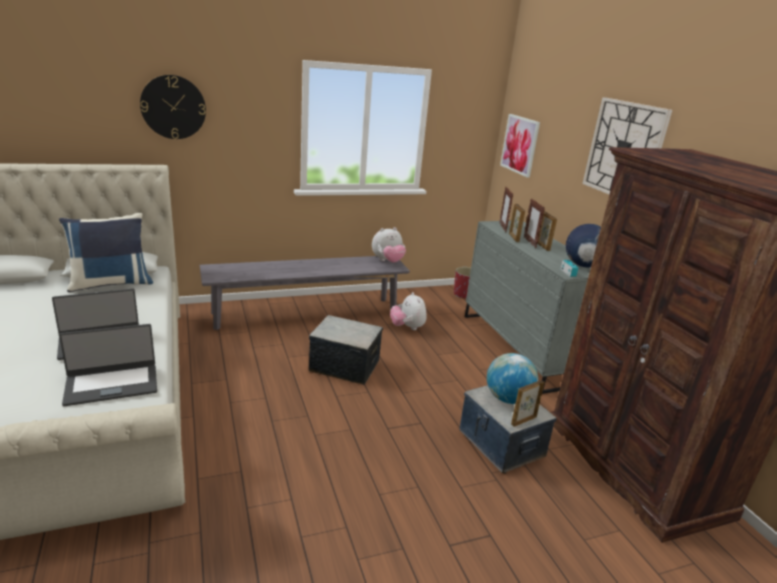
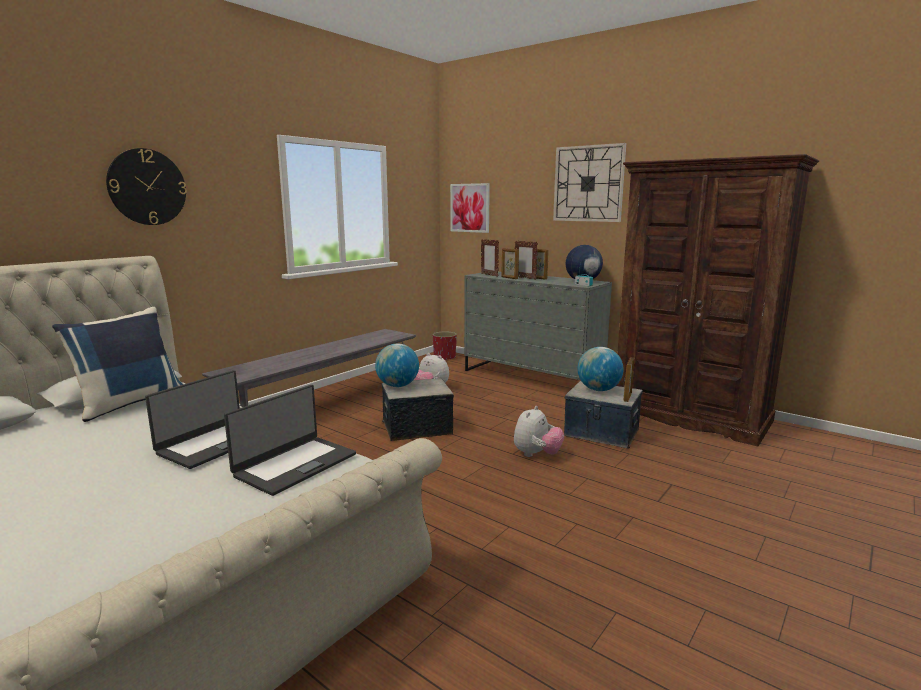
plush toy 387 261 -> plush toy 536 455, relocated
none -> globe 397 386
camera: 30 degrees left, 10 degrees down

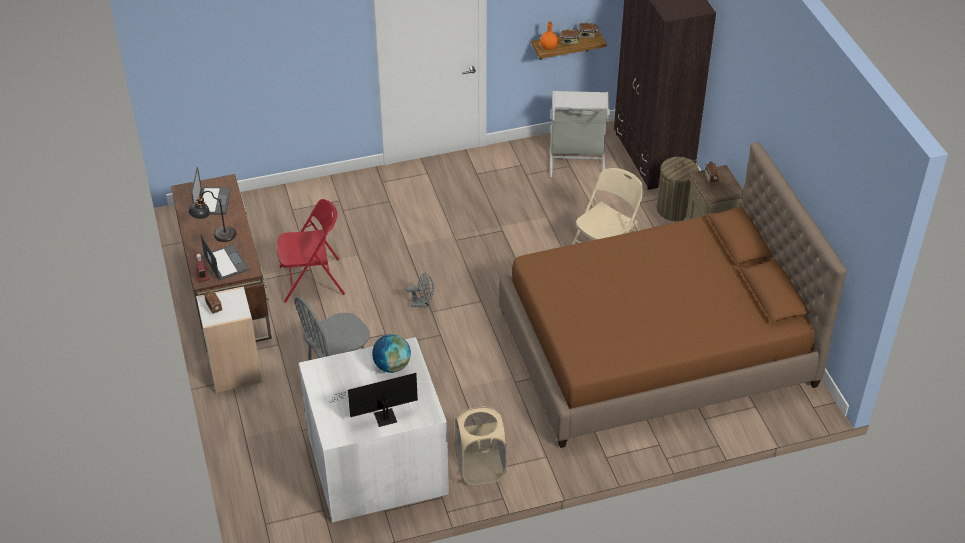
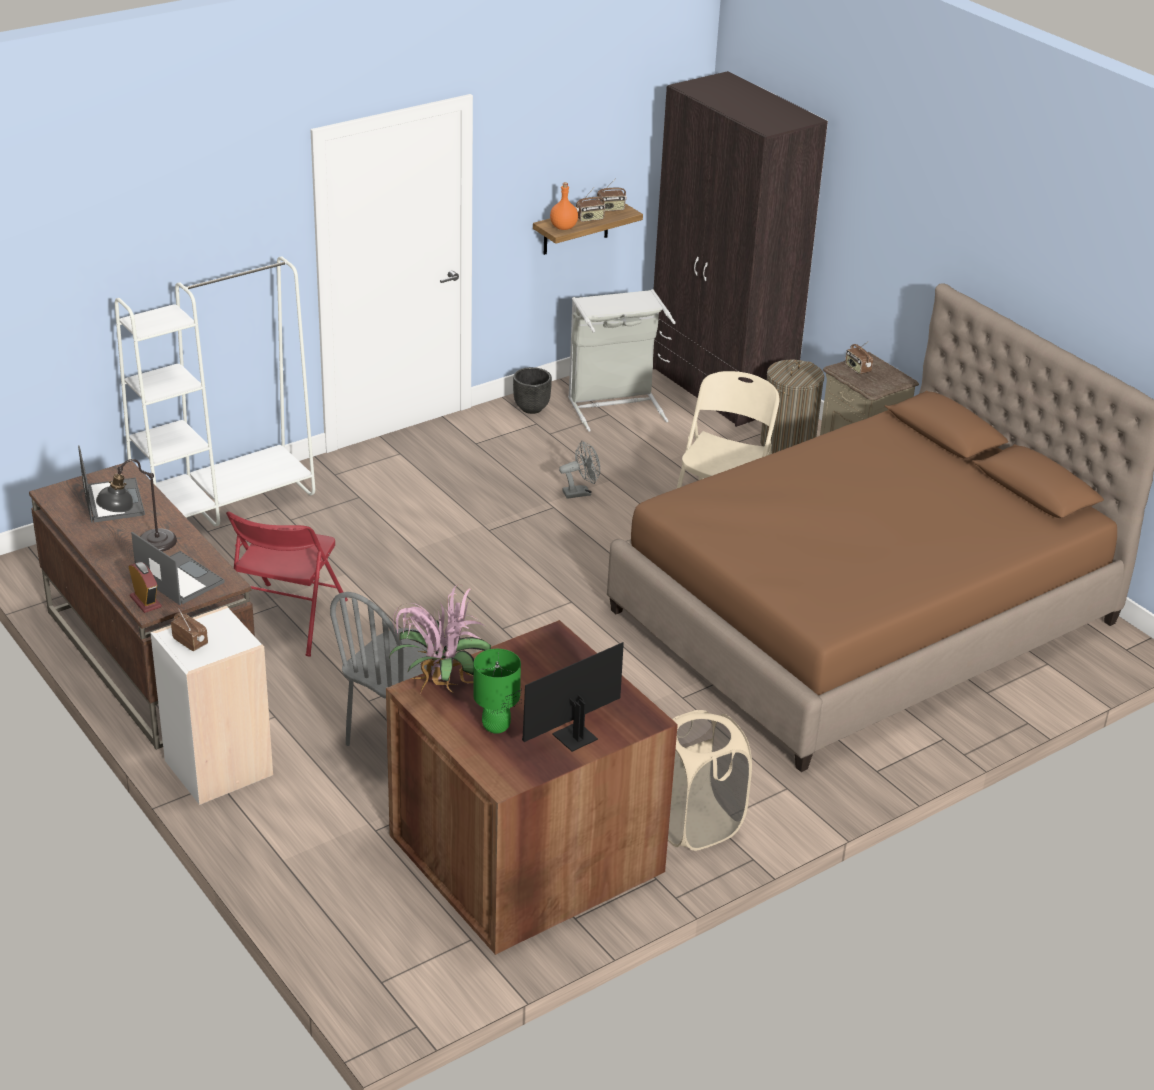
chair (red) 312 280 -> chair (red) 287 619, 135 degrees clockwise
fan (grey) 423 303 -> fan (grey) 581 492, relocated
globe 392 366 -> none
dresser (white) 376 462 -> dresser (brown) 524 852
none -> clothes rack (white) 226 508
none -> planter (black) 531 408
none -> potted plant 439 685
none -> table lamp (green) 496 728
camera: 20 degrees left, 10 degrees down

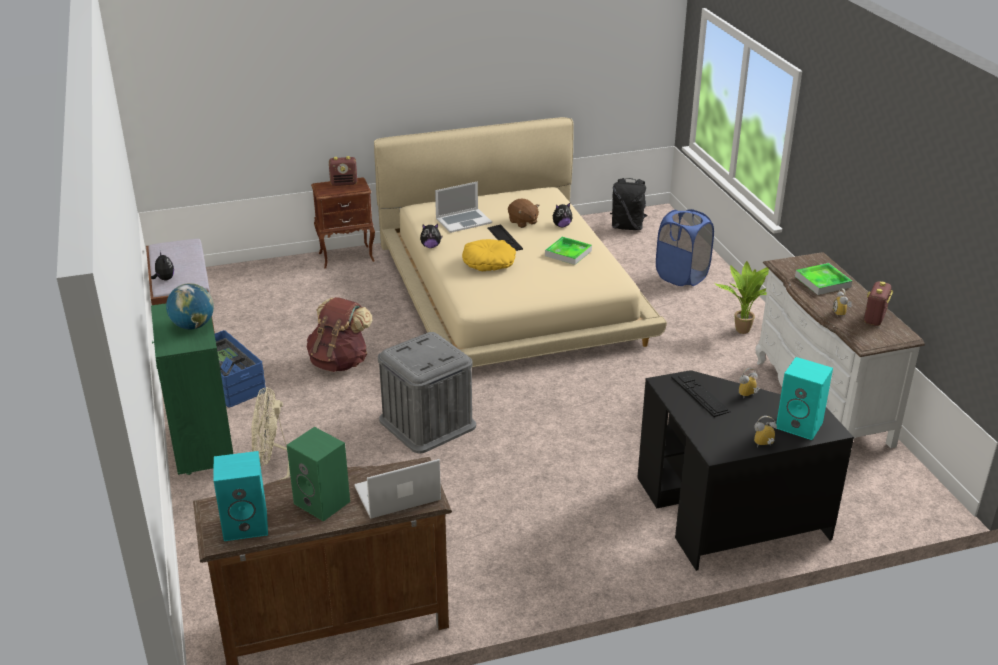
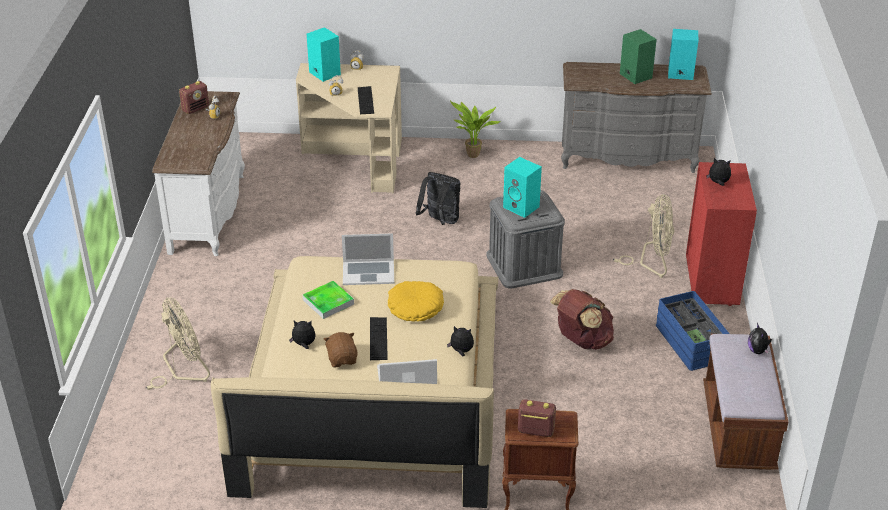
backpack (black) 627 227 -> backpack (black) 440 221, relocated
laundry basket (blue) 682 276 -> fan (beige) 180 366
potted plant 742 329 -> potted plant 472 156, relocated
tray 822 282 -> none
globe 193 326 -> plush toy 718 183
cabinet (green) 203 446 -> cabinet (red) 711 285
desk (black) 727 517 -> desk (beige) 356 160
laptop 397 493 -> laptop 368 272, relocated
none -> speaker (turquoise) 522 207
camera: 160 degrees left, 5 degrees up

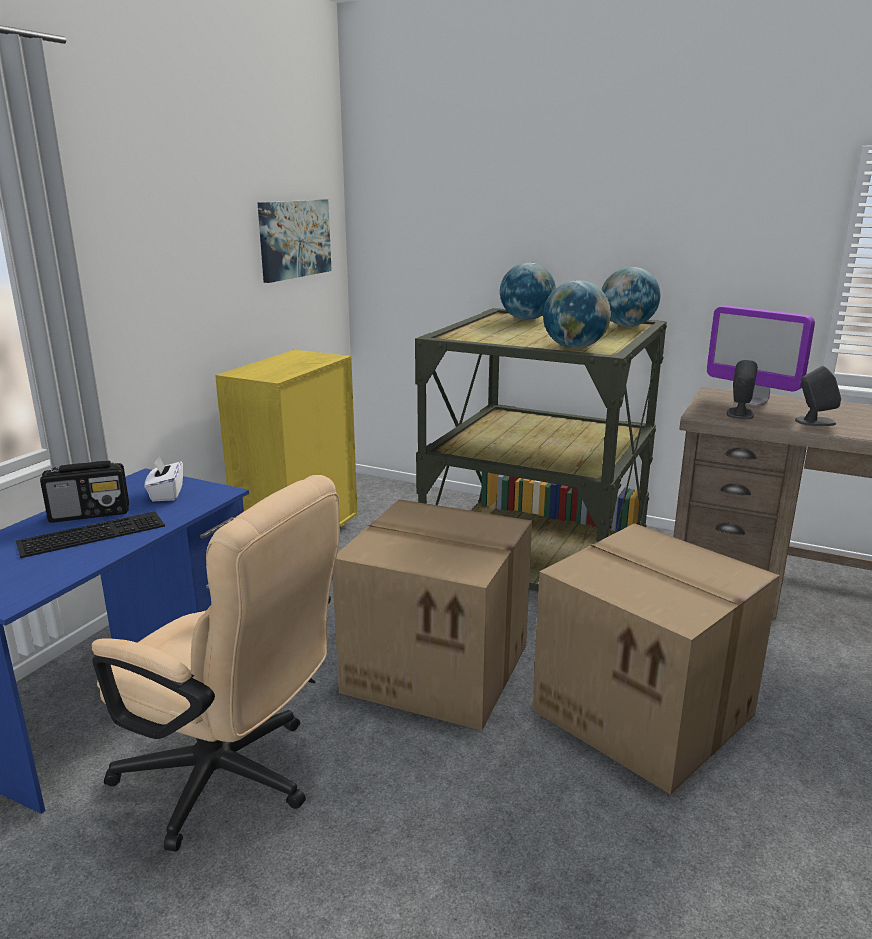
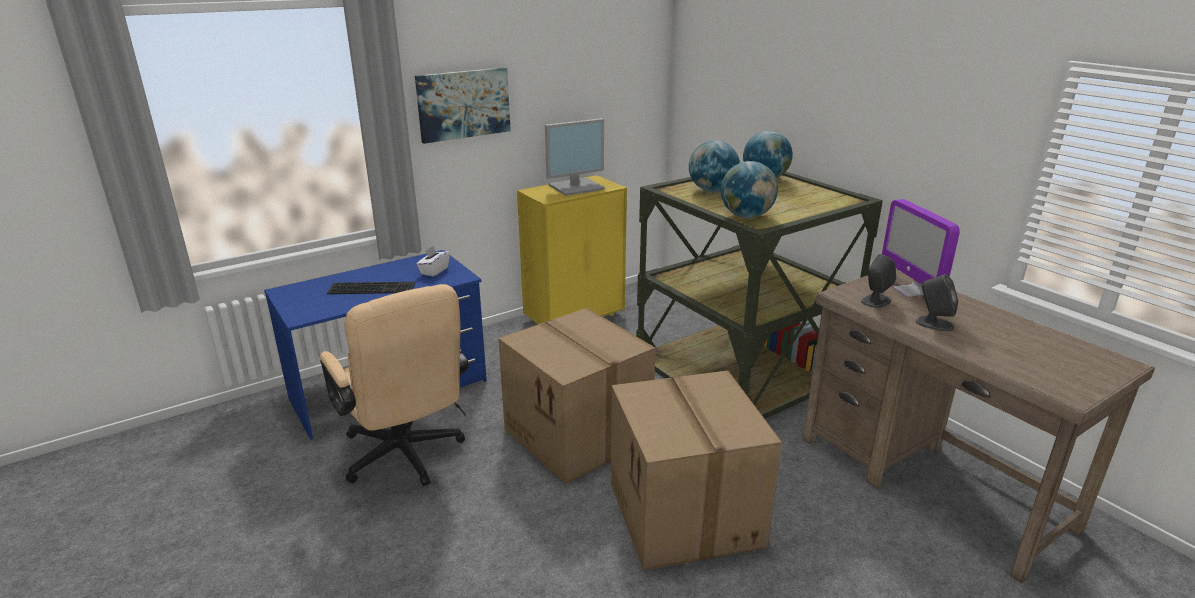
picture 294 239 -> picture 463 104, relocated
globe 627 326 -> globe 712 190, relocated
radio 90 514 -> none
none -> monitor 577 187
camera: 30 degrees right, 5 degrees up

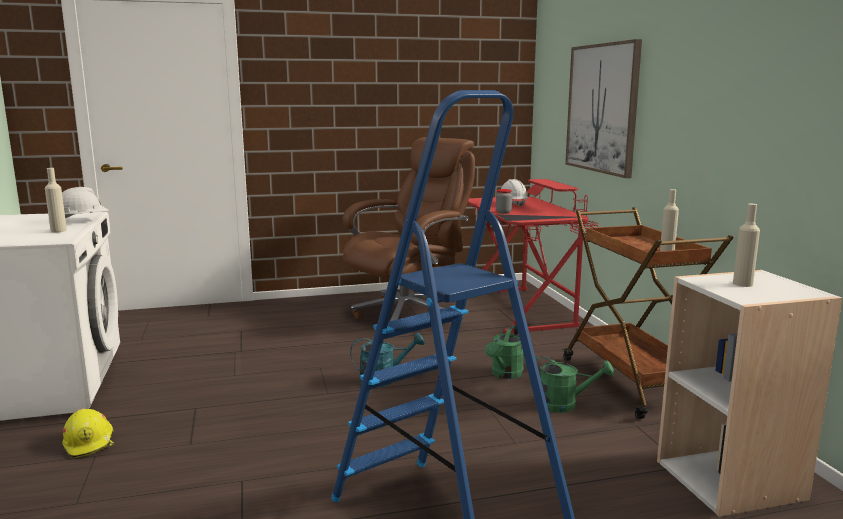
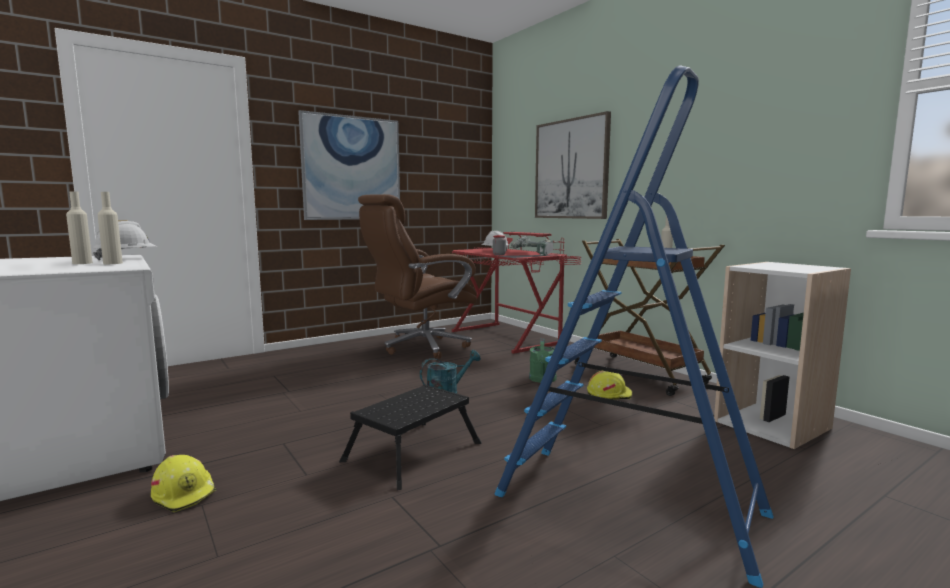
office chair (brown) 408 314 -> office chair (brown) 421 348, 150 degrees counterclockwise
bottle (beige) 742 284 -> bottle (beige) 82 263, relocated
watering can (green) 564 405 -> hard hat (yellow) 609 394
none -> picture 352 168
none -> power drill 531 254
none -> step ladder (black) 413 451
camera: 20 degrees left, 5 degrees down

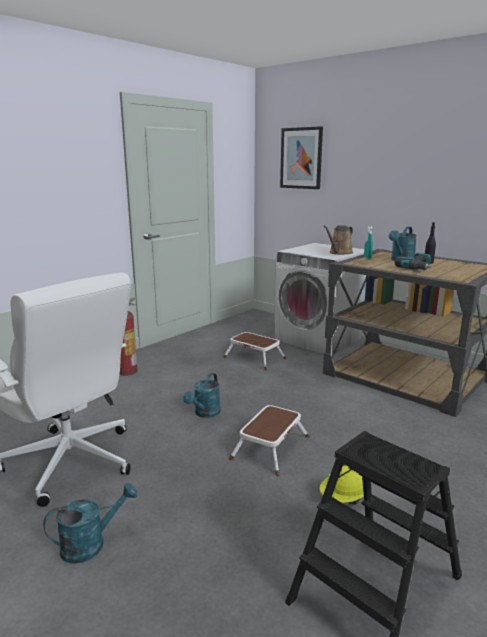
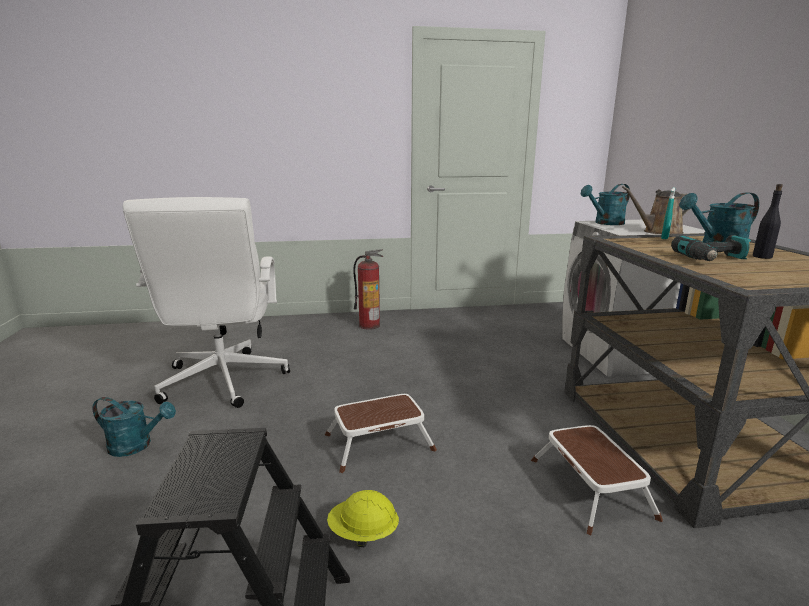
picture 301 158 -> none
step ladder (brown) 254 358 -> step ladder (brown) 590 488, relocated
watering can (turquoise) 205 413 -> watering can (turquoise) 605 223, relocated
camera: 40 degrees right, 0 degrees up

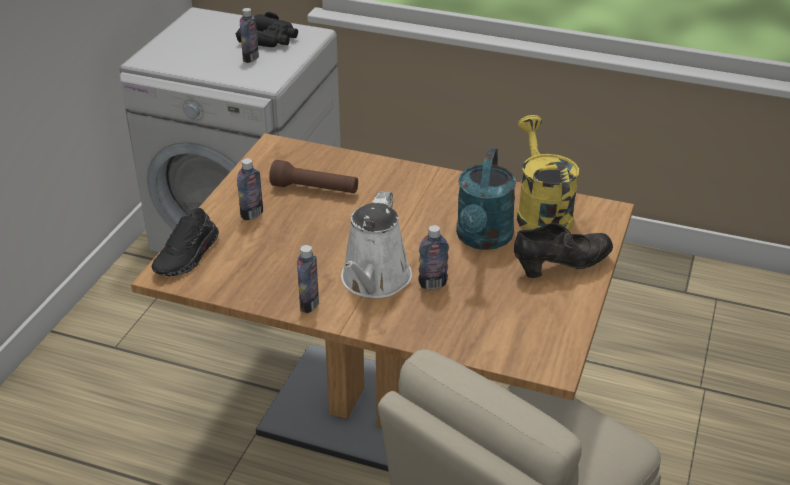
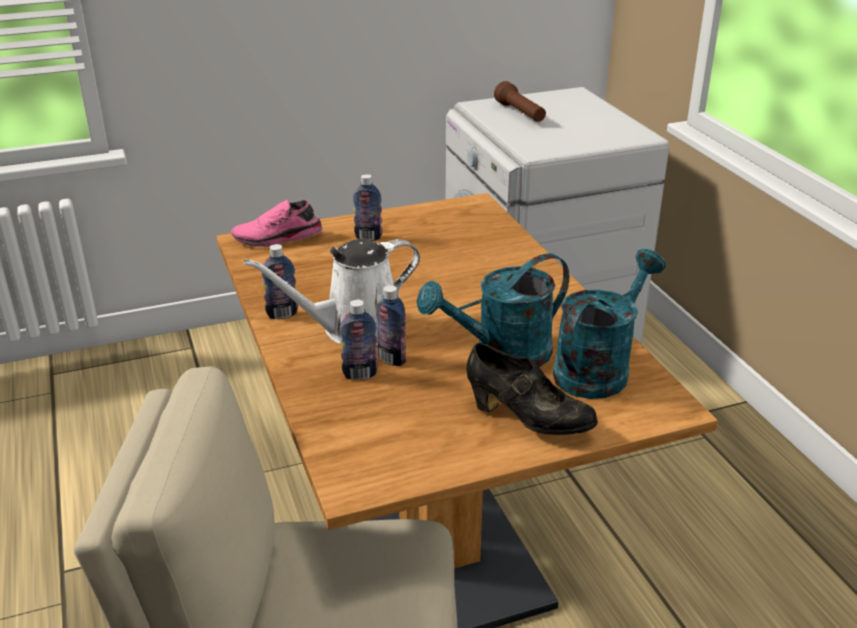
bottle 251 58 -> bottle 360 374, relocated
binoculars (black) 269 39 -> none
watering can (yellow) 540 213 -> watering can (turquoise) 598 368
flashlight (brown) 315 189 -> flashlight (brown) 520 113, relocated
shoe (black) 188 256 -> shoe (pink) 278 239
camera: 50 degrees right, 5 degrees down

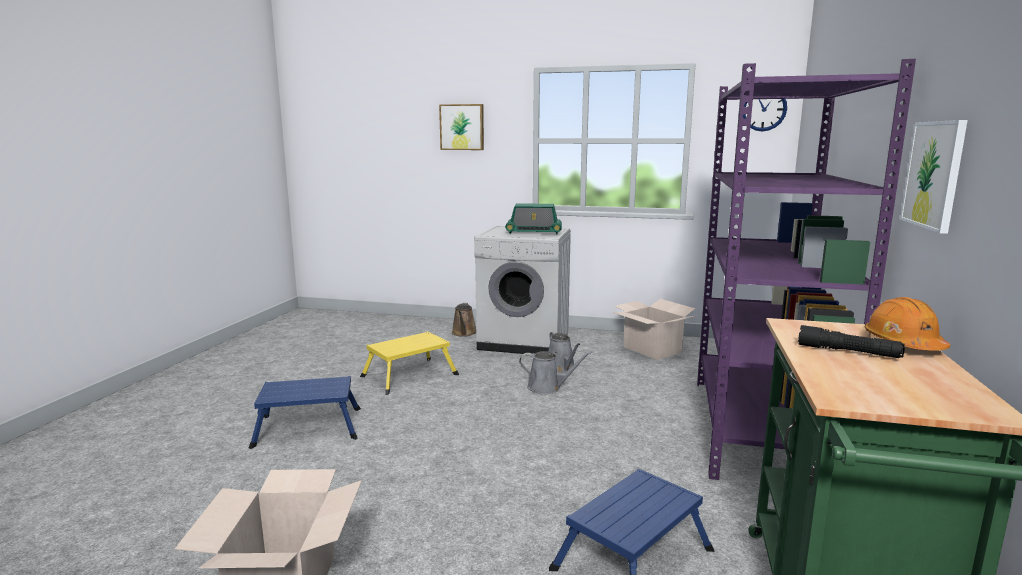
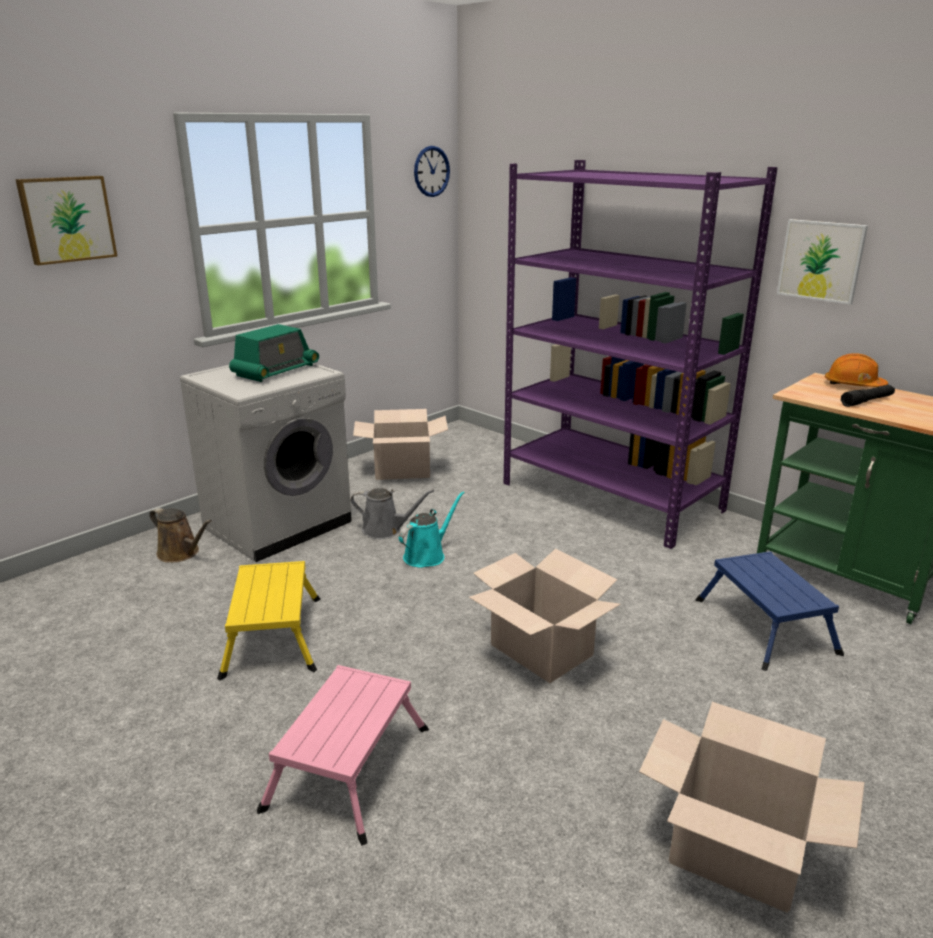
watering can (grey) 547 388 -> watering can (turquoise) 427 555
step ladder (blue) 309 427 -> step ladder (pink) 348 766
none -> cardboard box 542 650
camera: 60 degrees left, 10 degrees up

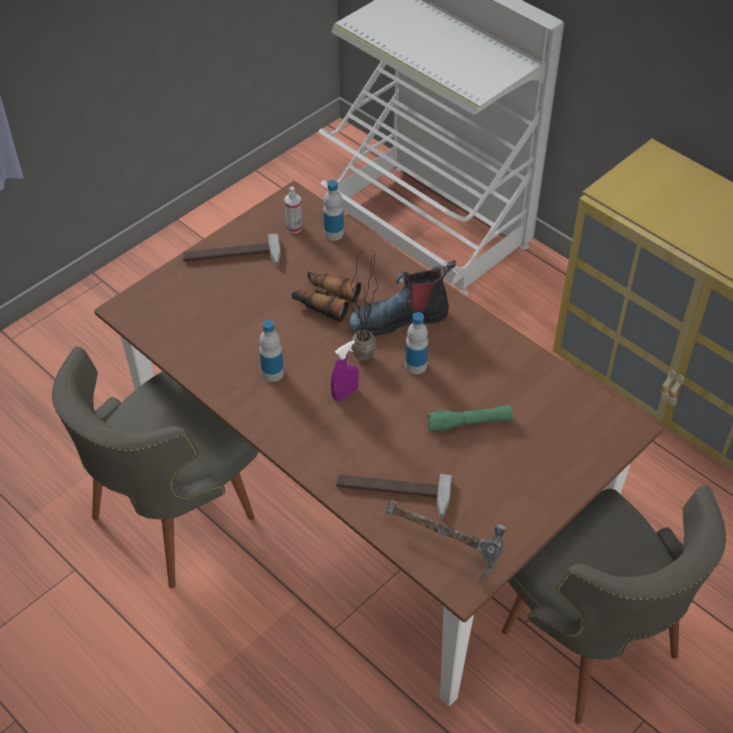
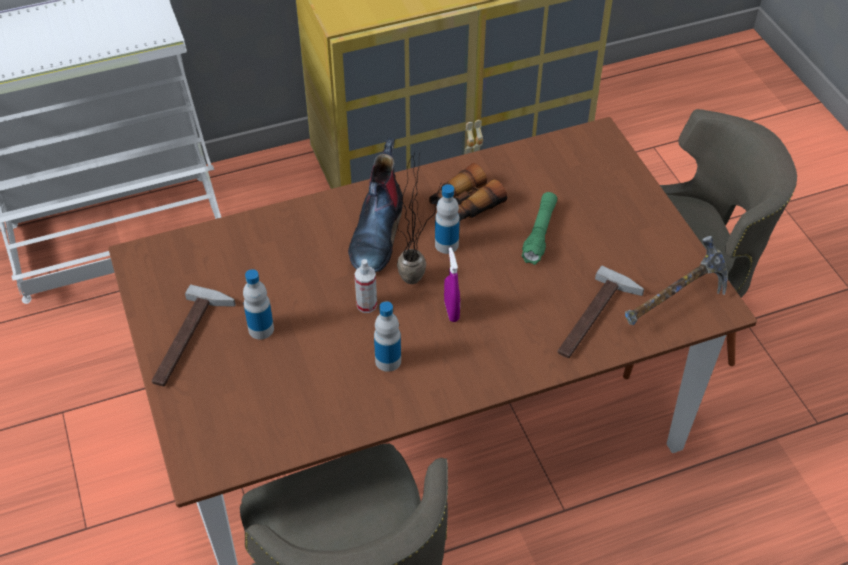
bottle 333 233 -> bottle 261 329, relocated
spray bottle 294 227 -> spray bottle 366 305, relocated
binoculars 325 301 -> binoculars 465 205, relocated
camera: 65 degrees left, 0 degrees up

